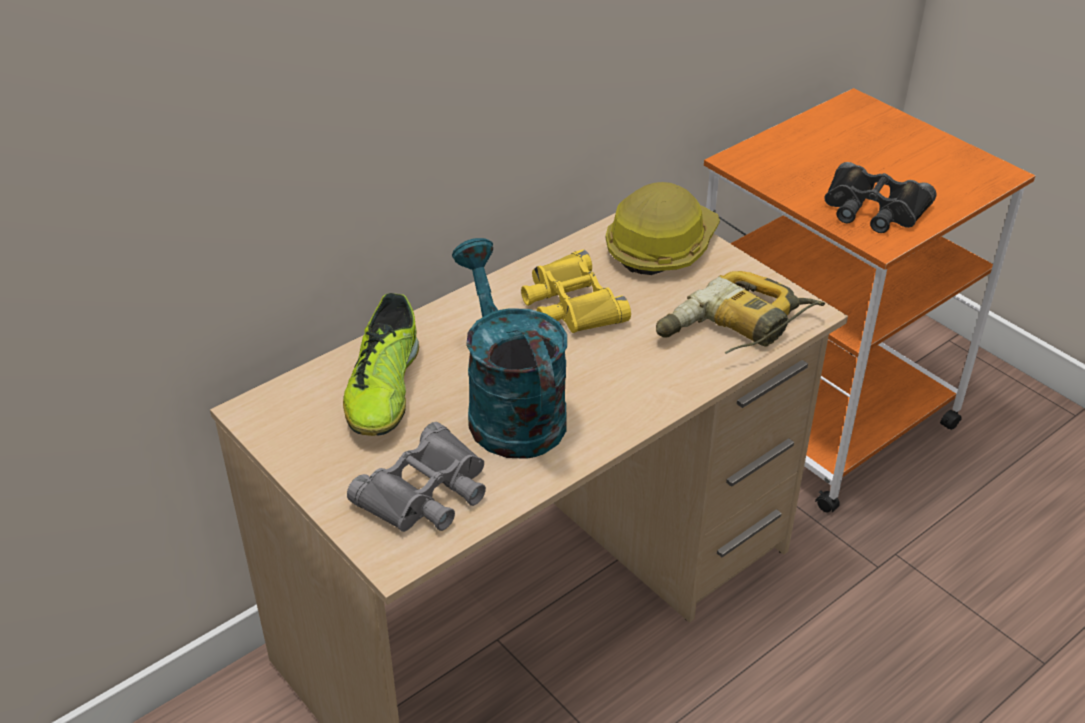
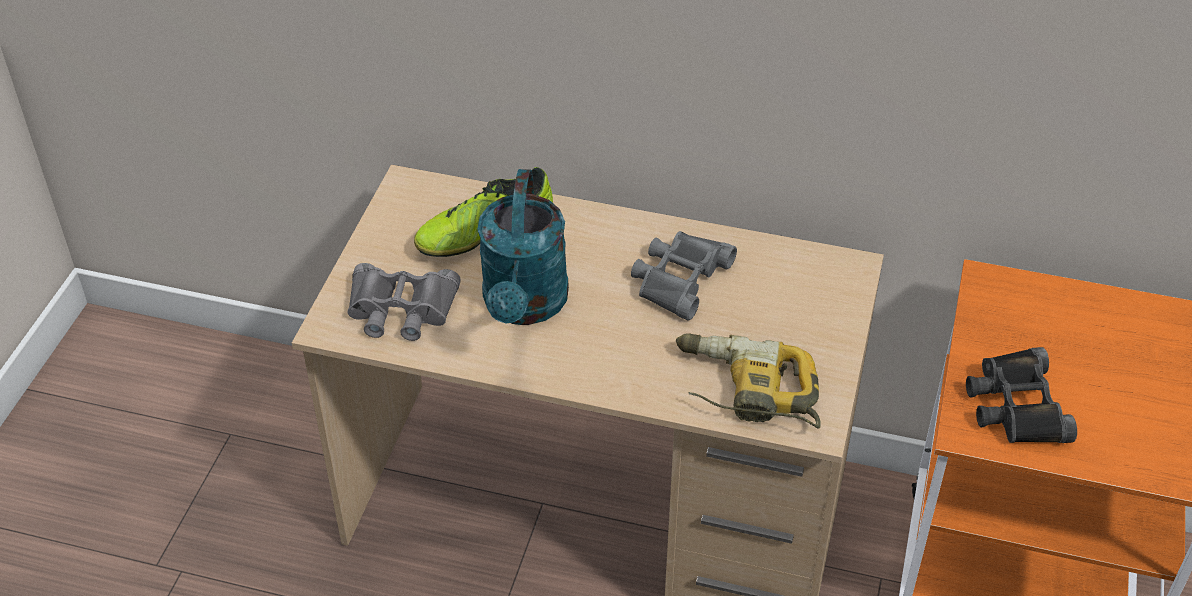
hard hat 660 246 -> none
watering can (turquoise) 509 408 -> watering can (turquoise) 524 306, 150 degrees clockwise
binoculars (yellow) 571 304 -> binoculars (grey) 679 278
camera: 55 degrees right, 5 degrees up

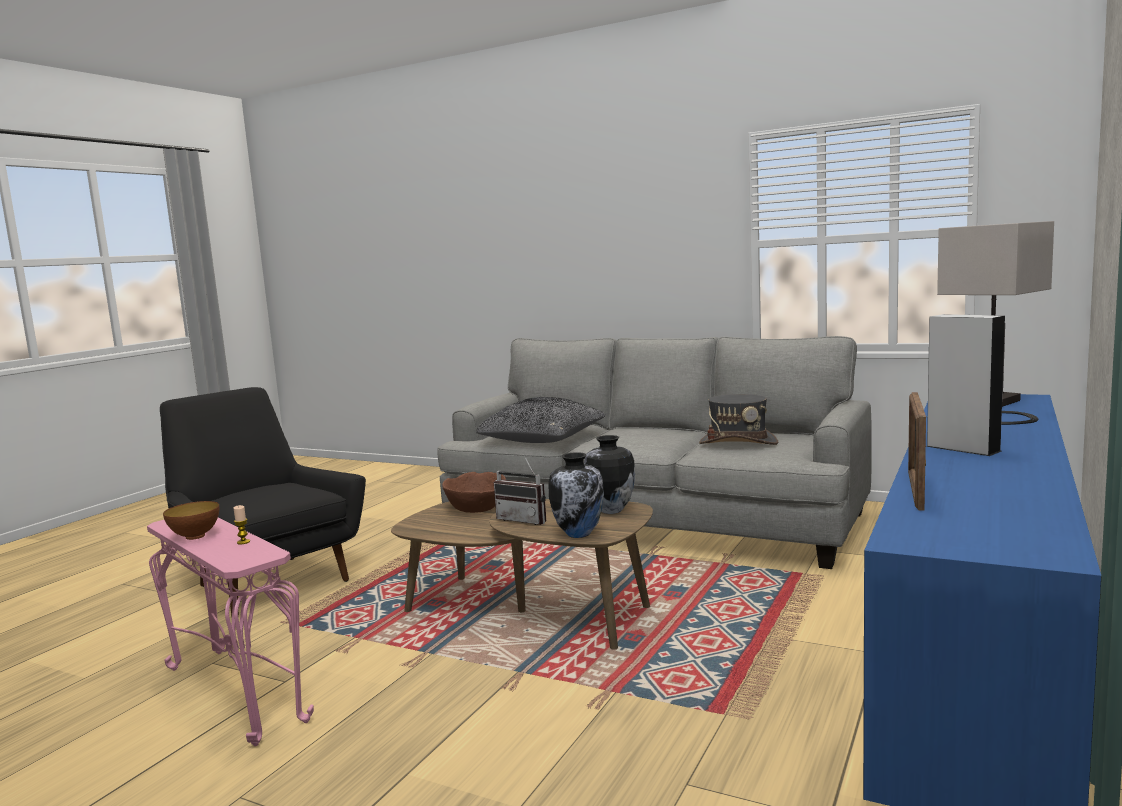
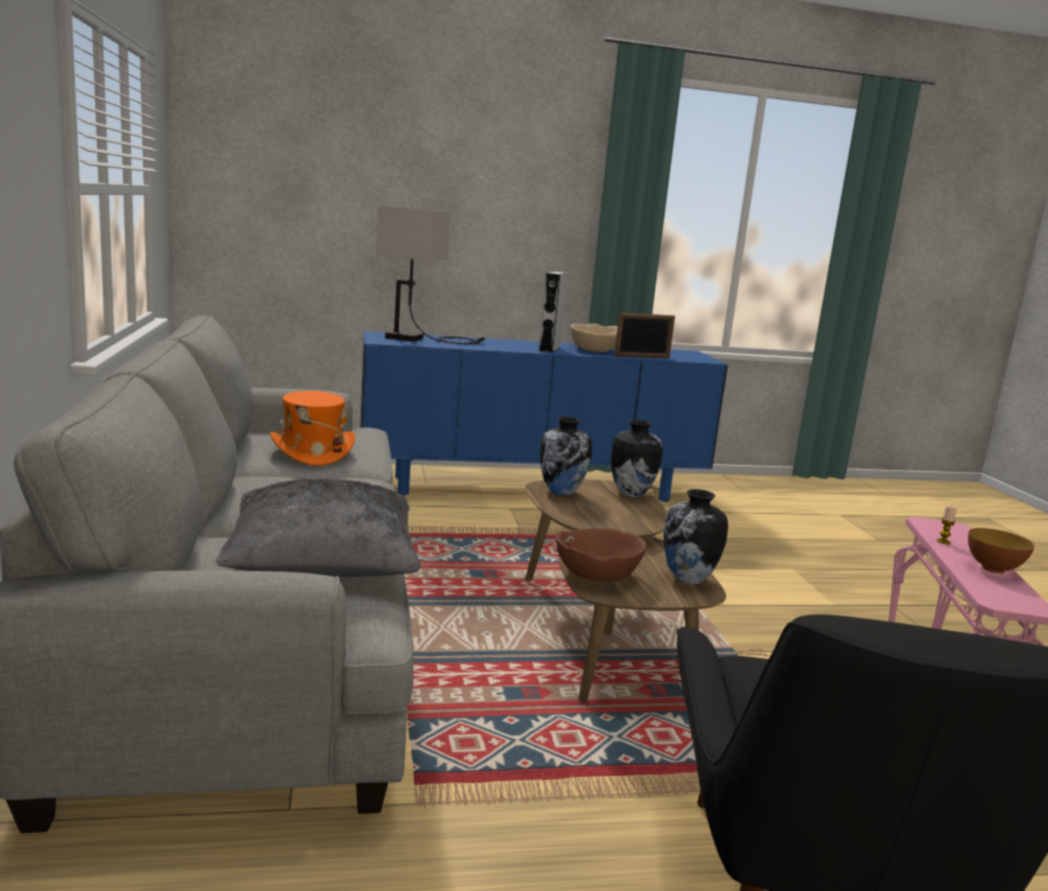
hat (grey) 738 443 -> hat (orange) 312 452
radio 525 519 -> none
none -> bowl (beige) 595 350
none -> vase 688 579
camera: 130 degrees left, 5 degrees up

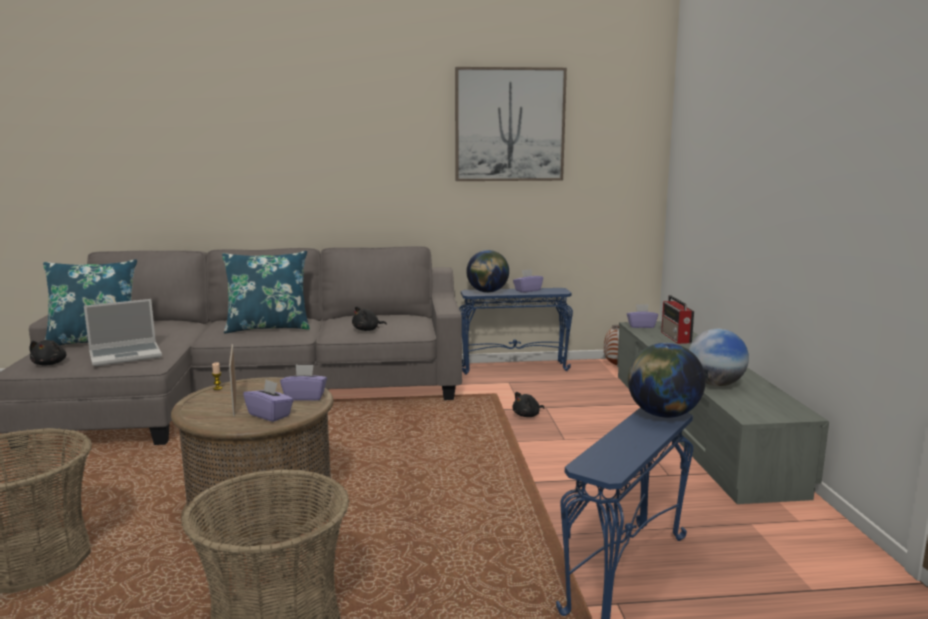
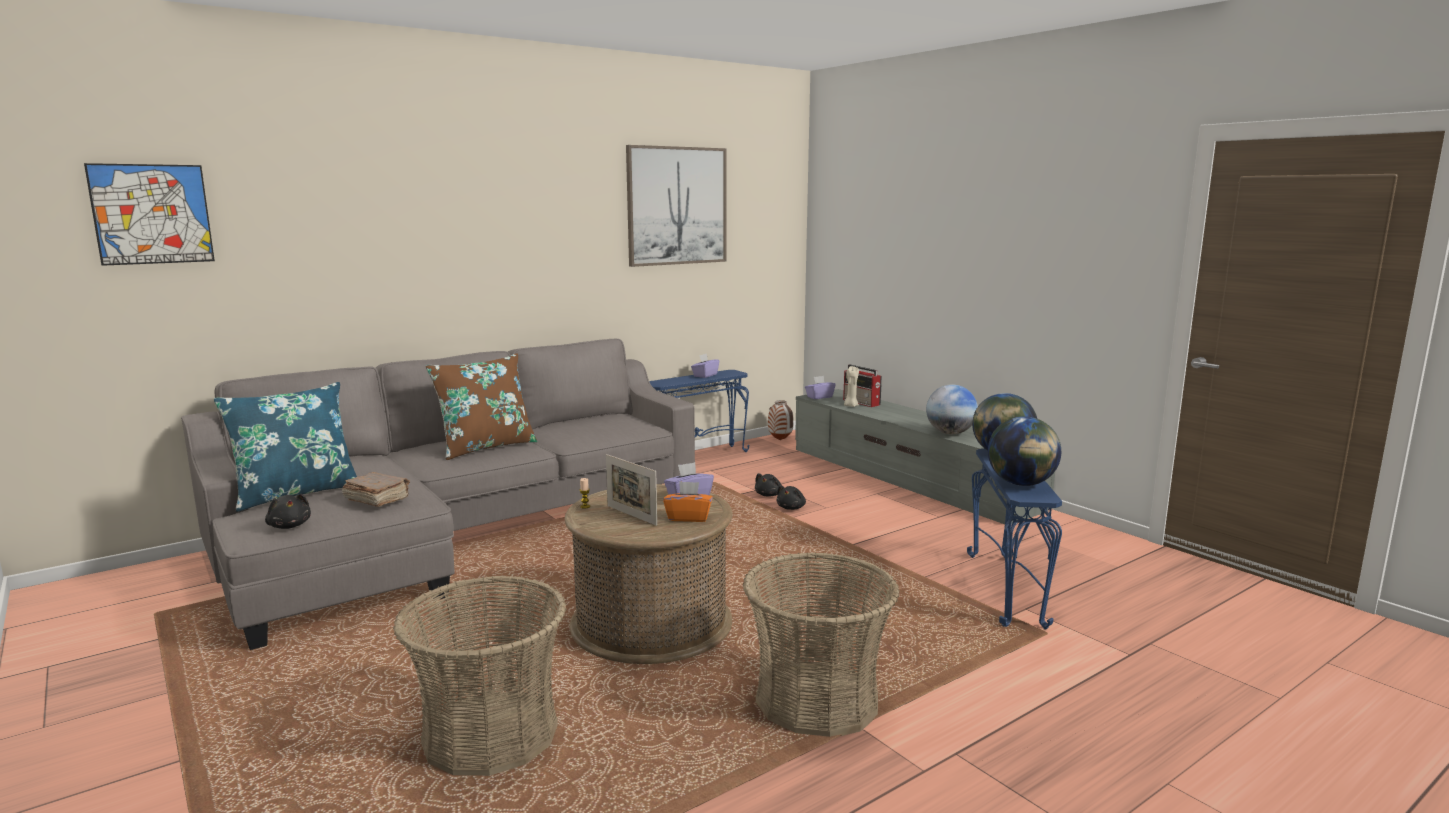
globe 487 292 -> globe 1021 484, relocated
pillow (blue) 268 328 -> pillow (brown) 486 447
laptop 126 355 -> book (brown) 377 499
plush toy (black) 367 330 -> plush toy (black) 791 508, relocated
tissue box (purple) 270 415 -> tissue box (orange) 688 517
none -> picture 152 214
none -> candle (beige) 850 406
camera: 30 degrees left, 0 degrees up

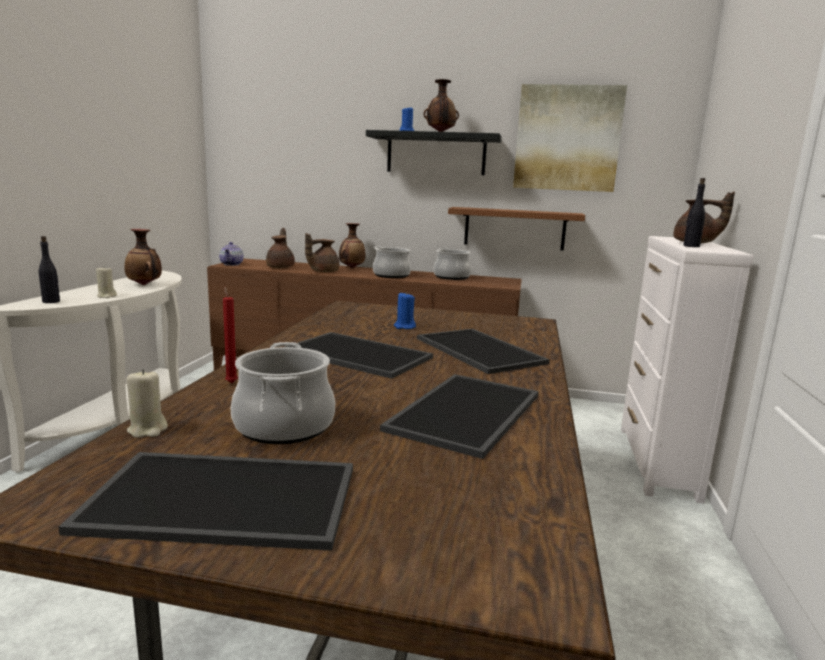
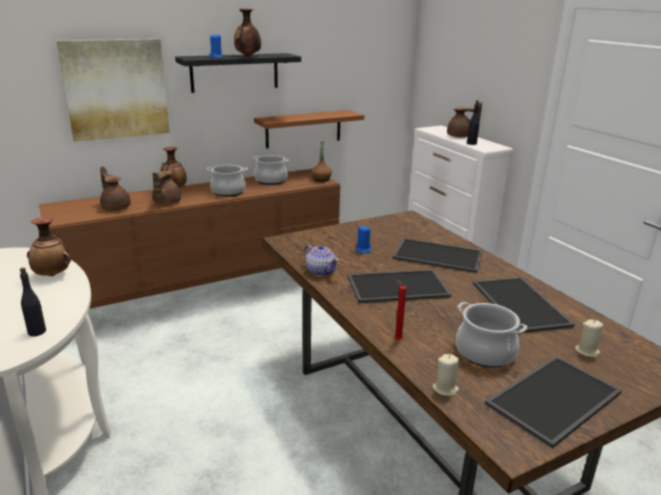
picture 567 138 -> picture 116 89, relocated
teapot 232 264 -> teapot 320 271, relocated
candle (beige) 106 296 -> candle (beige) 587 351, relocated
none -> bottle (brown) 321 179
camera: 40 degrees left, 10 degrees up

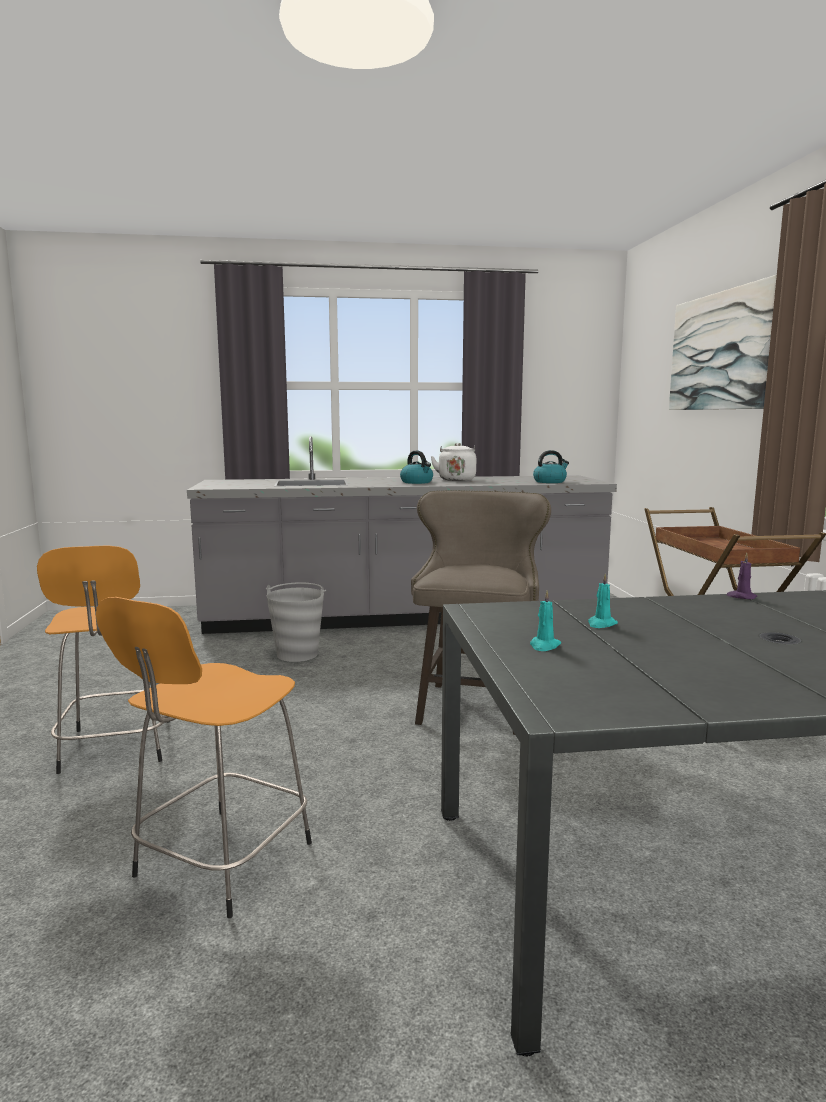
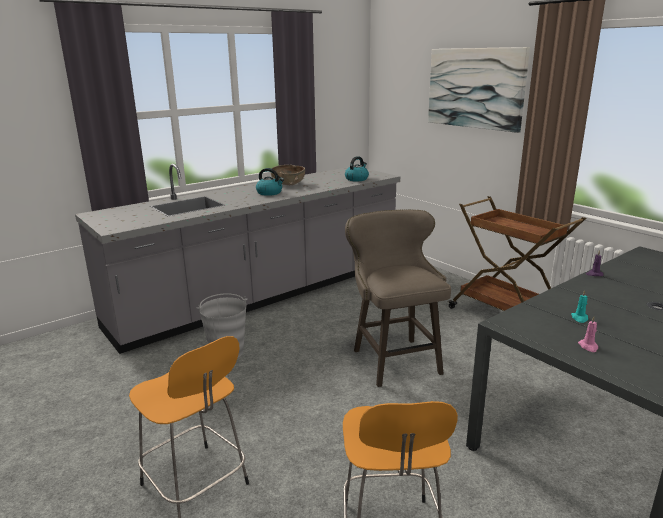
kettle (white) 456 479 -> bowl (brown) 288 184
candle (turquoise) 544 646 -> candle (pink) 588 347
camera: 30 degrees left, 10 degrees up

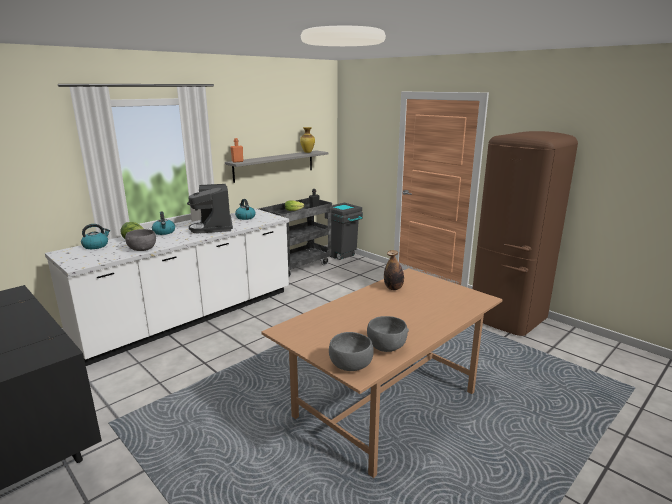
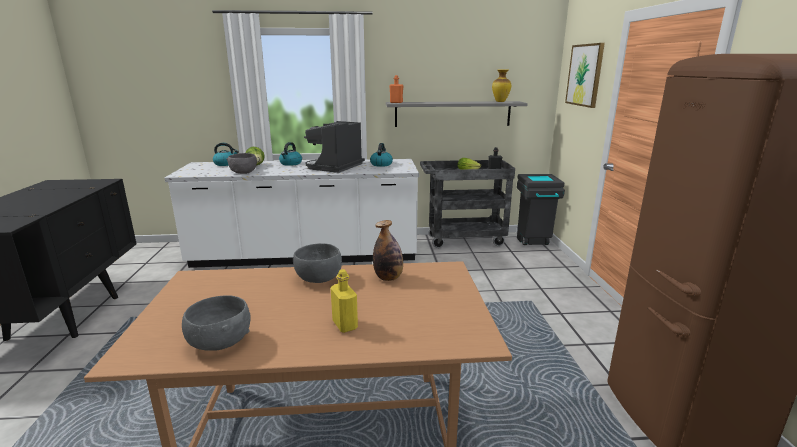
bowl (grey) 351 365 -> bowl (grey) 319 279, relocated
none -> picture 585 75
none -> bottle (yellow) 345 325
camera: 40 degrees right, 0 degrees up

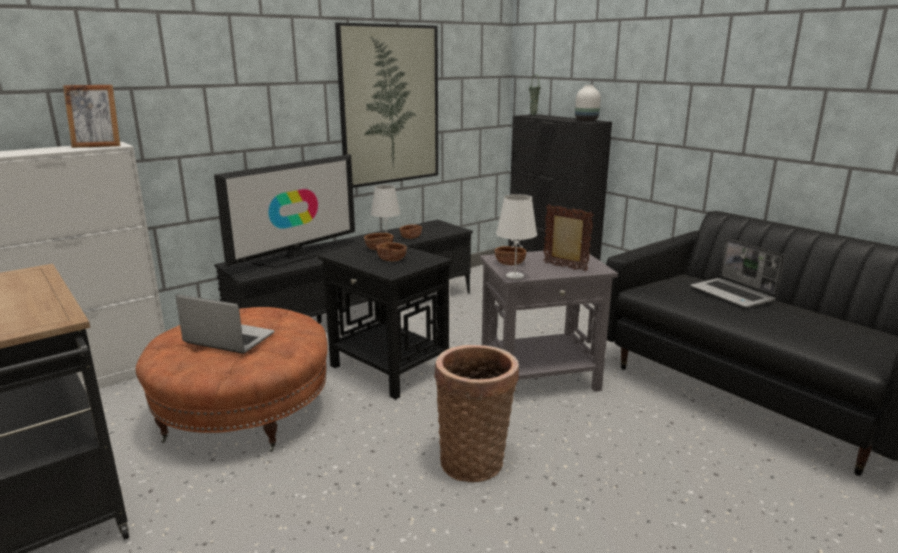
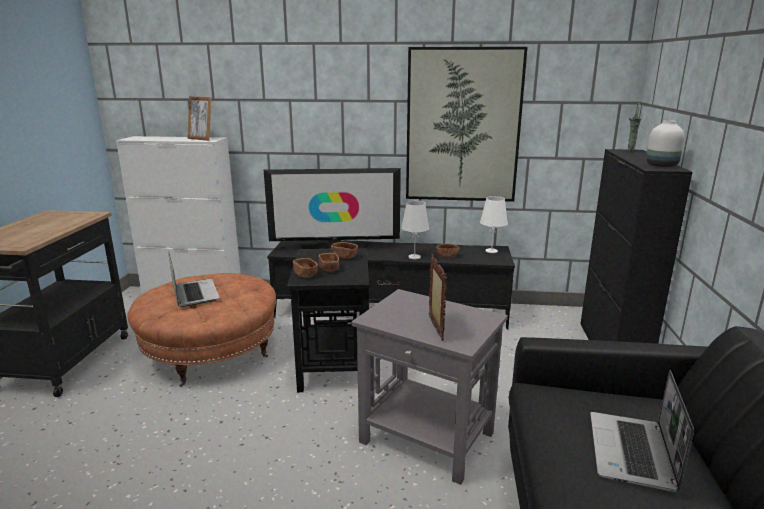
table lamp (white) 514 276 -> table lamp (white) 491 251, relocated
bowl (brown) 510 263 -> bowl (brown) 305 274, relocated
basket 474 460 -> none
camera: 45 degrees right, 0 degrees up

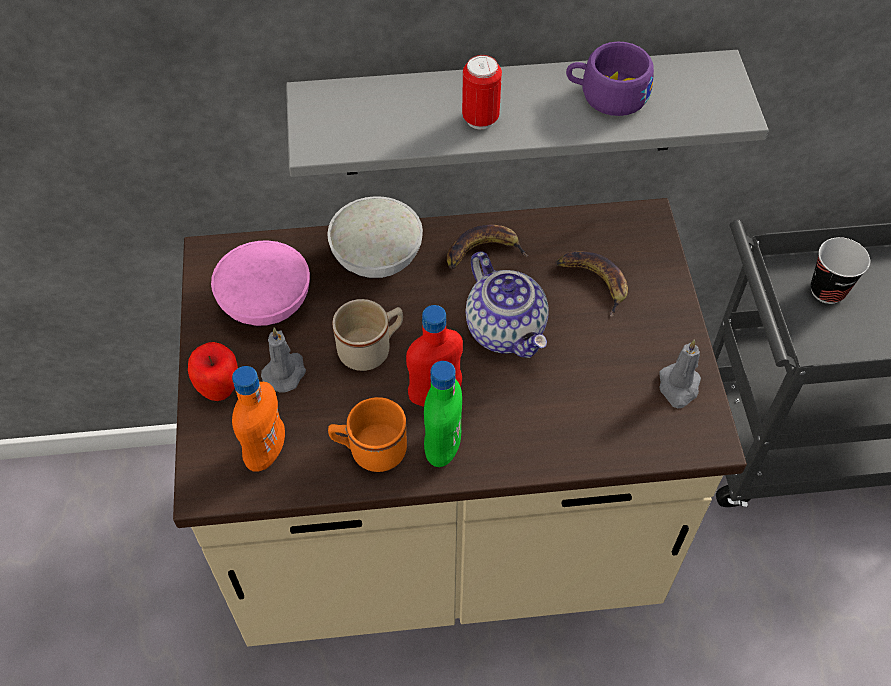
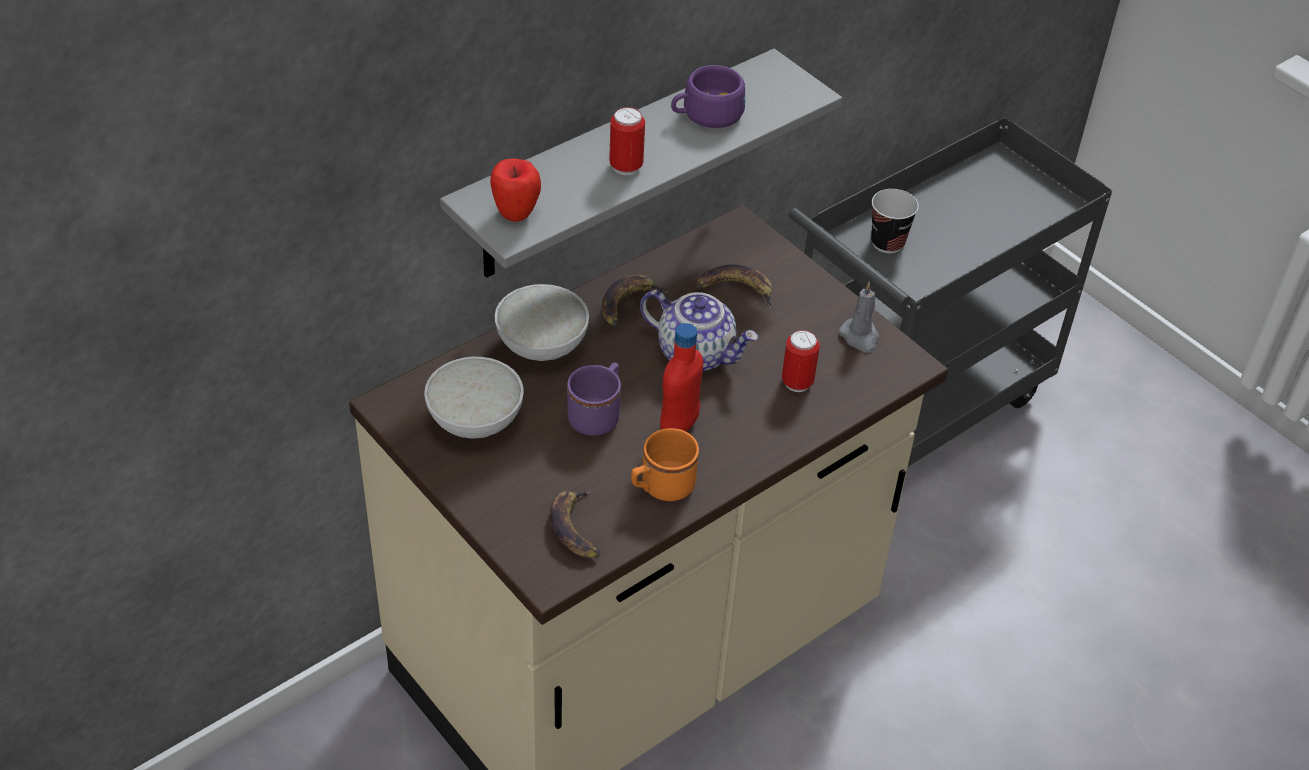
bowl (pink) 264 303 -> bowl (white) 474 421
mug (beige) 371 348 -> mug (purple) 598 414
candle (grey) 285 372 -> none
apple 220 390 -> apple 516 214, relocated
bottle (green) 442 447 -> none
bottle (orange) 266 451 -> banana 576 528
none -> can 797 383
camera: 35 degrees left, 10 degrees down

